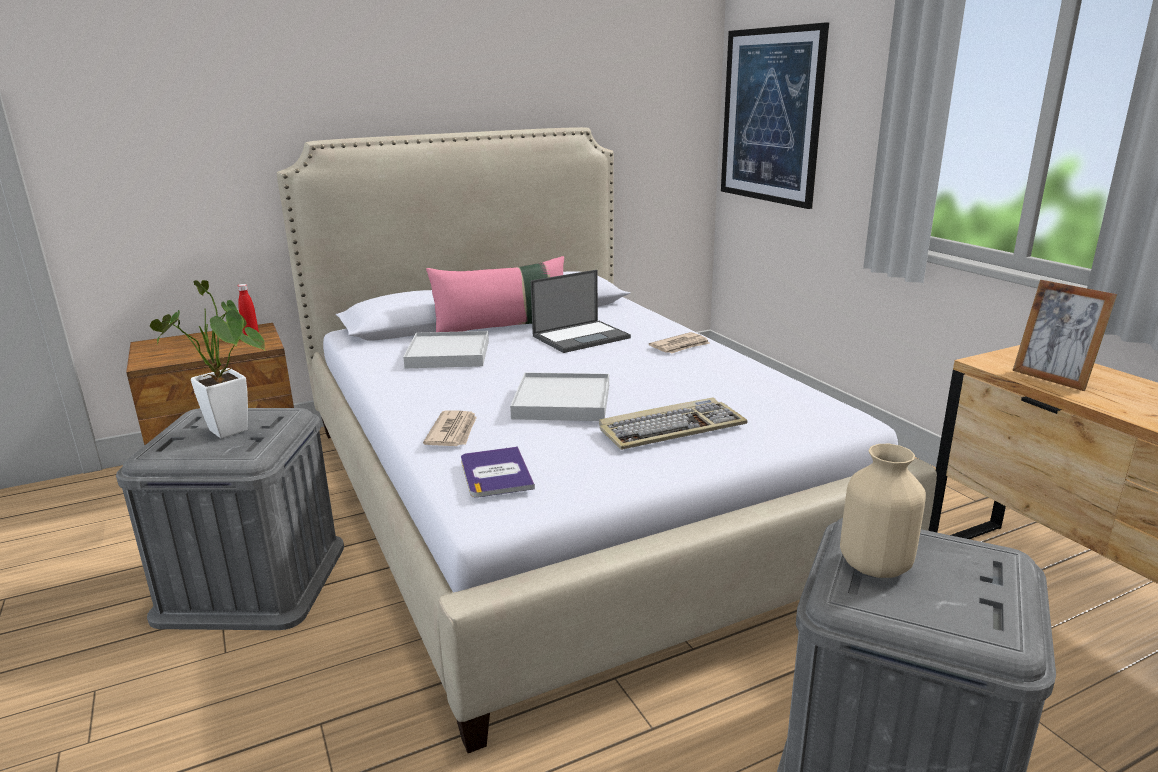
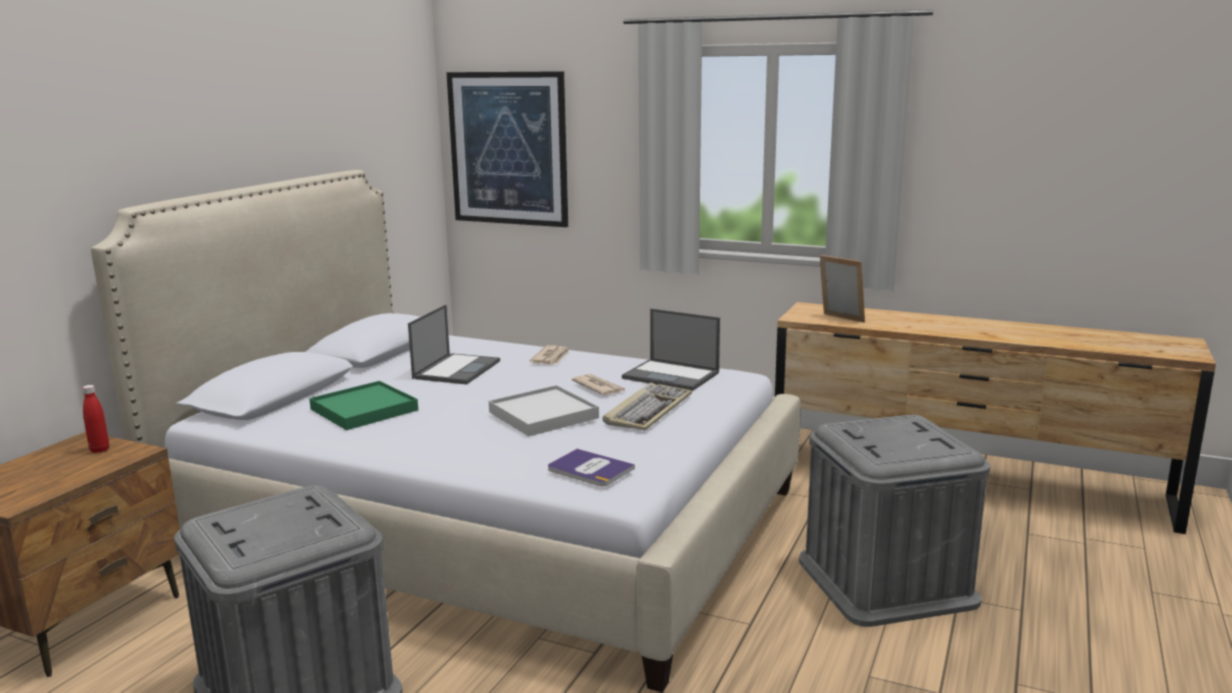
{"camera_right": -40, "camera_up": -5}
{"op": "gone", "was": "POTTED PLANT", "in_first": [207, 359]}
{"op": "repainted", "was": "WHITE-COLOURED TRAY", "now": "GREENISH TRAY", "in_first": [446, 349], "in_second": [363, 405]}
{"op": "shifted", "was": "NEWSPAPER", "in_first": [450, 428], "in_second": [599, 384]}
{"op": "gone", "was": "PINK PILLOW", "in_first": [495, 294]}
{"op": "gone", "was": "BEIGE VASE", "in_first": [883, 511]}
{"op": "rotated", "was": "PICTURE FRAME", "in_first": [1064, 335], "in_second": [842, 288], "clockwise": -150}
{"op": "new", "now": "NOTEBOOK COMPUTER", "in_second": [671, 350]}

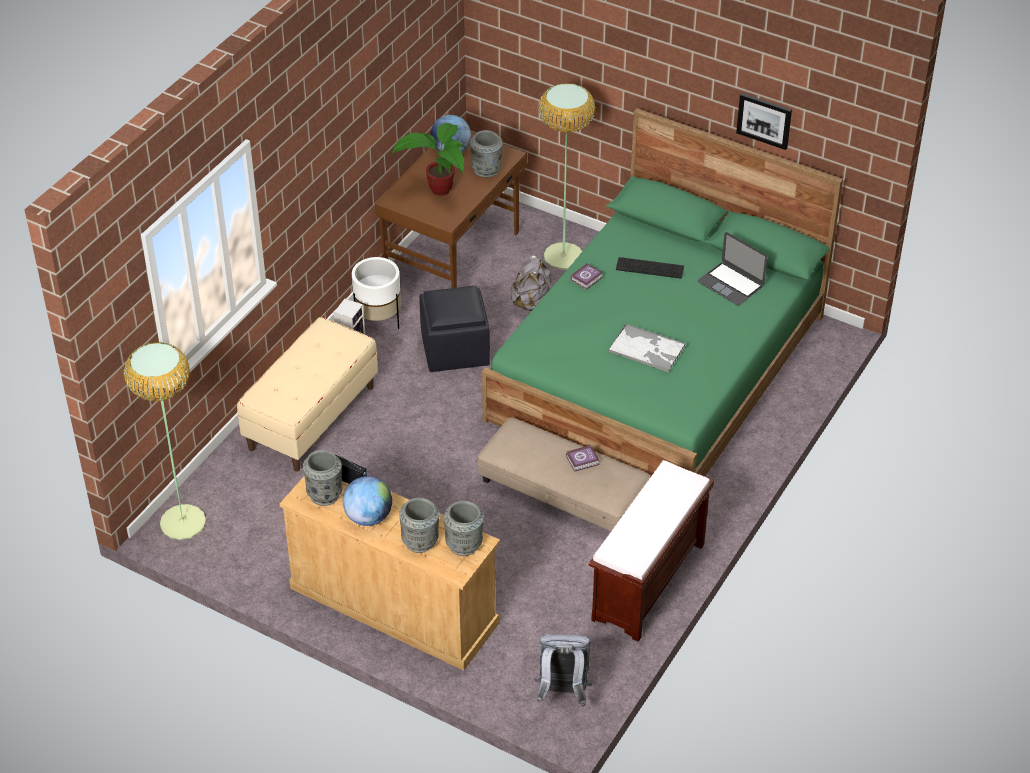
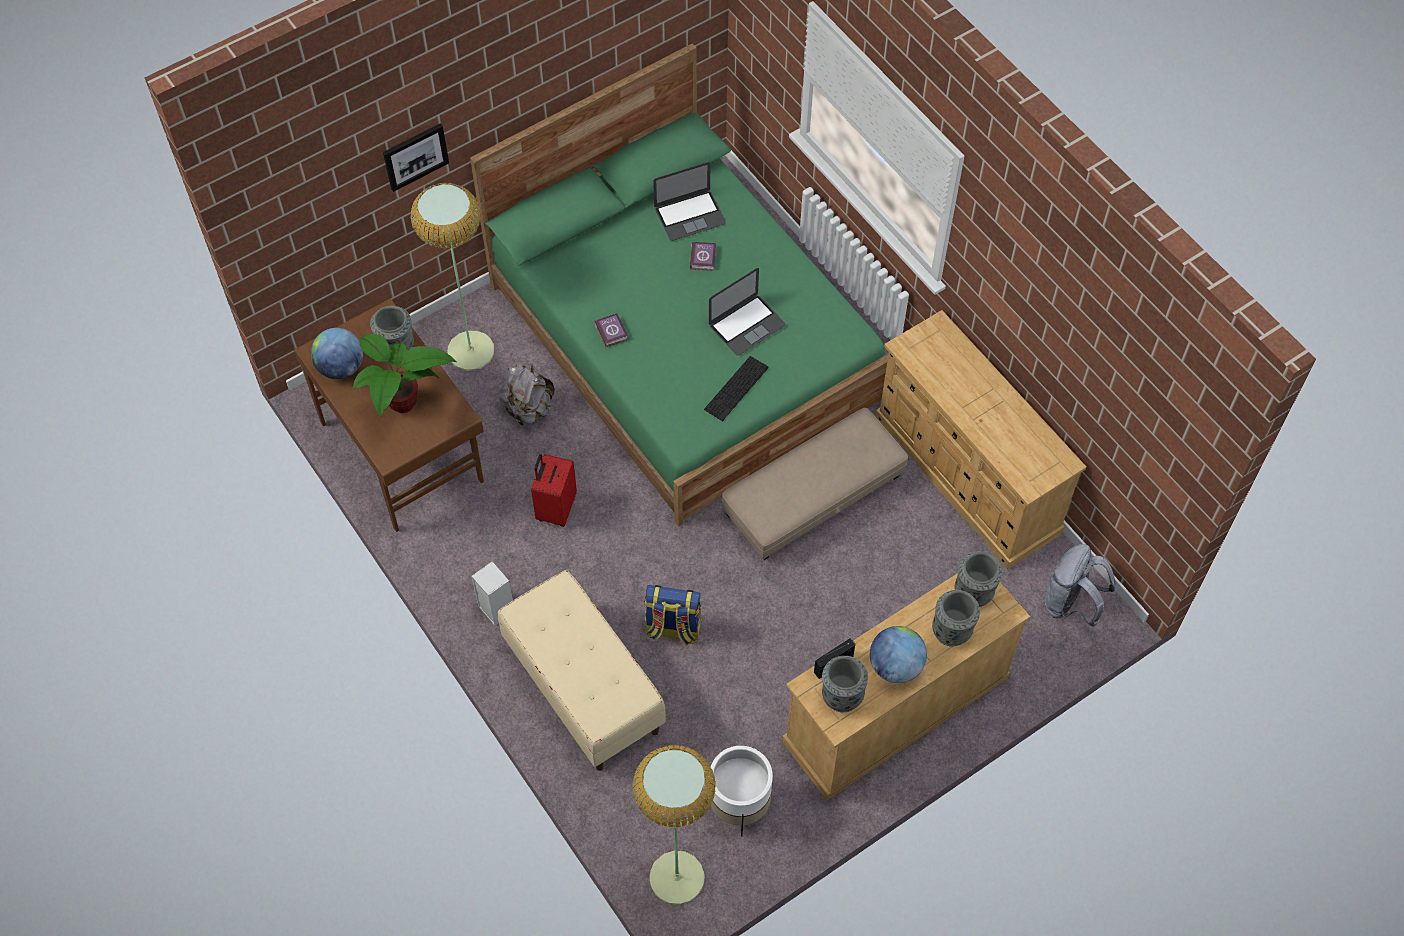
{"camera_right": -65, "camera_up": 15}
{"op": "shifted", "was": "WHITE-COLOURED PLANTER", "in_first": [376, 293], "in_second": [742, 791]}
{"op": "swapped", "was": "BLACKISH POUFFE", "now": "RED SUITCASE", "in_first": [455, 329], "in_second": [554, 490]}
{"op": "shifted", "was": "BOOK", "in_first": [582, 458], "in_second": [703, 256]}
{"op": "swapped", "was": "BROWN-COLOURED BENCH", "now": "BEIGE DRAWER CHEST", "in_first": [651, 551], "in_second": [980, 440]}
{"op": "swapped", "was": "TRAY", "now": "NOTEBOOK COMPUTER", "in_first": [647, 348], "in_second": [747, 312]}
{"op": "shifted", "was": "PC KEYBOARD", "in_first": [650, 268], "in_second": [736, 388]}
{"op": "shifted", "was": "WALL PICTURE", "in_first": [764, 121], "in_second": [416, 157]}
{"op": "new", "now": "KNAPSACK", "in_second": [673, 615]}

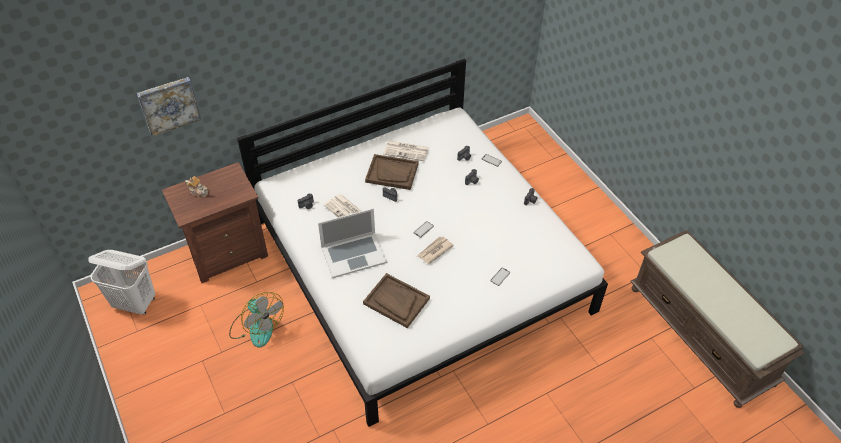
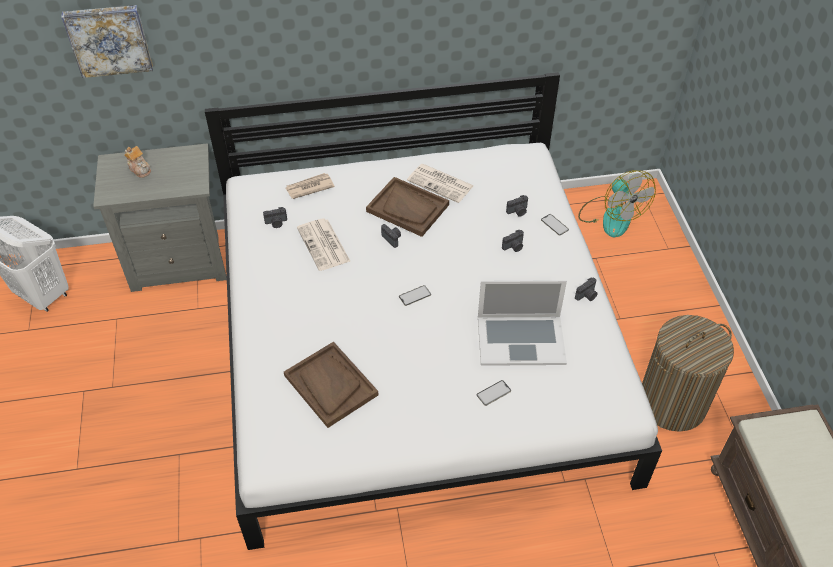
{"camera_right": 20, "camera_up": 0}
{"op": "repainted", "was": "BROWN-COLOURED NIGHTSTAND", "now": "GREYISH NIGHTSTAND", "in_first": [215, 222], "in_second": [160, 217]}
{"op": "shifted", "was": "FAN", "in_first": [256, 320], "in_second": [617, 204]}
{"op": "shifted", "was": "NOTEBOOK COMPUTER", "in_first": [352, 243], "in_second": [522, 323]}
{"op": "shifted", "was": "NEWSPAPER", "in_first": [435, 250], "in_second": [310, 186]}
{"op": "new", "now": "LAUNDRY BASKET", "in_second": [688, 373]}

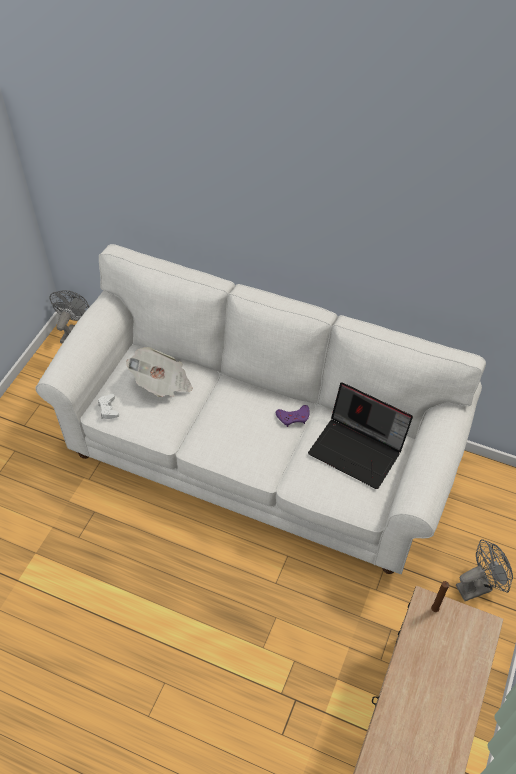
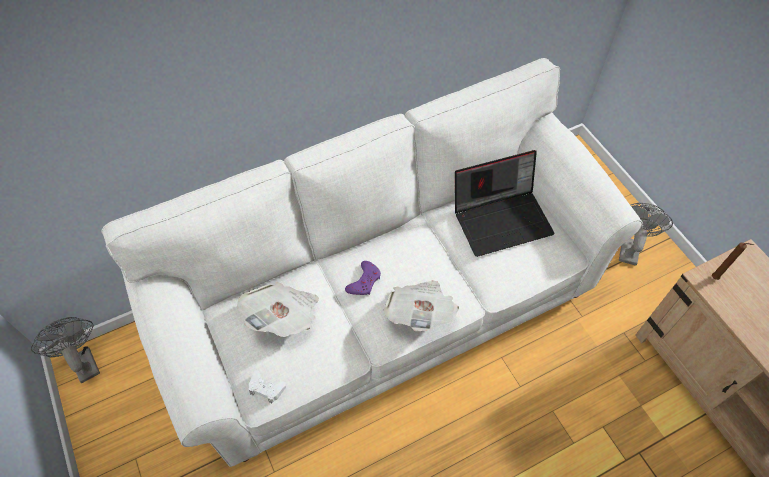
{"camera_right": -50, "camera_up": 5}
{"op": "shifted", "was": "PURPLE-COLOURED GAME CONTROLLER", "in_first": [293, 416], "in_second": [363, 278]}
{"op": "new", "now": "NEWSPAPER", "in_second": [421, 305]}

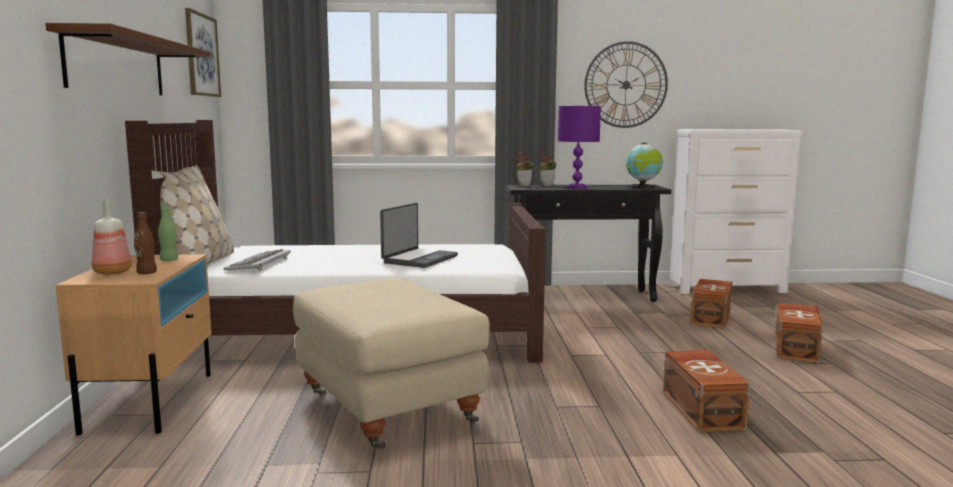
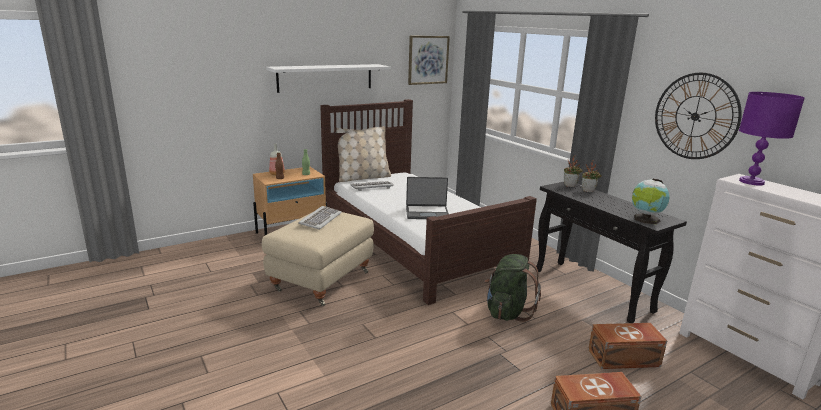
{"camera_right": 60, "camera_up": 10}
{"op": "repainted", "was": "BROWN-COLOURED WALL SHELF", "now": "WHITE-COLOURED WALL SHELF", "in_first": [127, 59], "in_second": [328, 78]}
{"op": "shifted", "was": "PURPLE-COLOURED TABLE LAMP", "in_first": [579, 147], "in_second": [772, 139]}
{"op": "gone", "was": "BROWN-COLOURED STORAGE CONTAINER", "in_first": [706, 391]}
{"op": "new", "now": "PC KEYBOARD", "in_second": [320, 218]}
{"op": "new", "now": "GREENISH KNAPSACK", "in_second": [512, 288]}

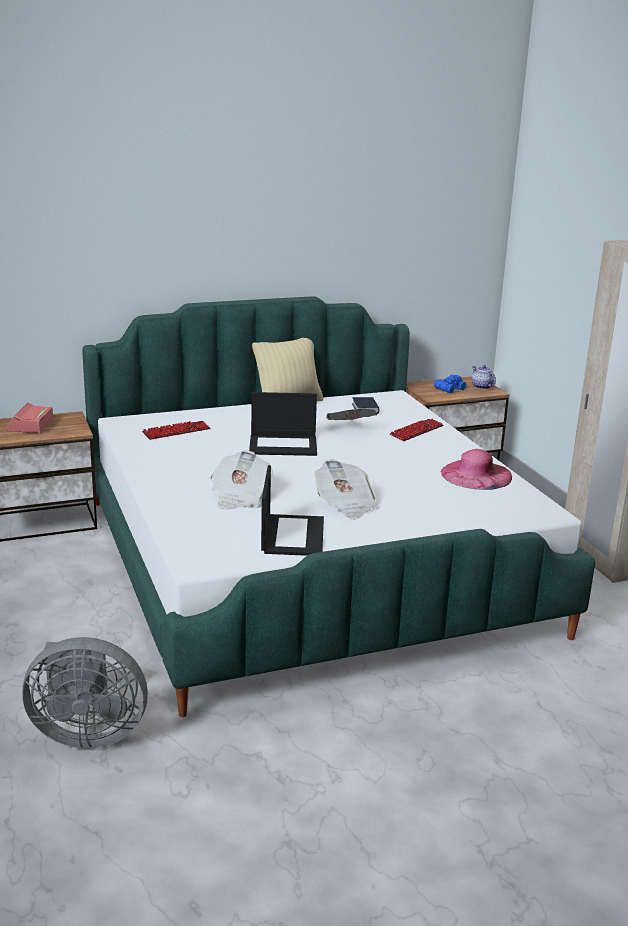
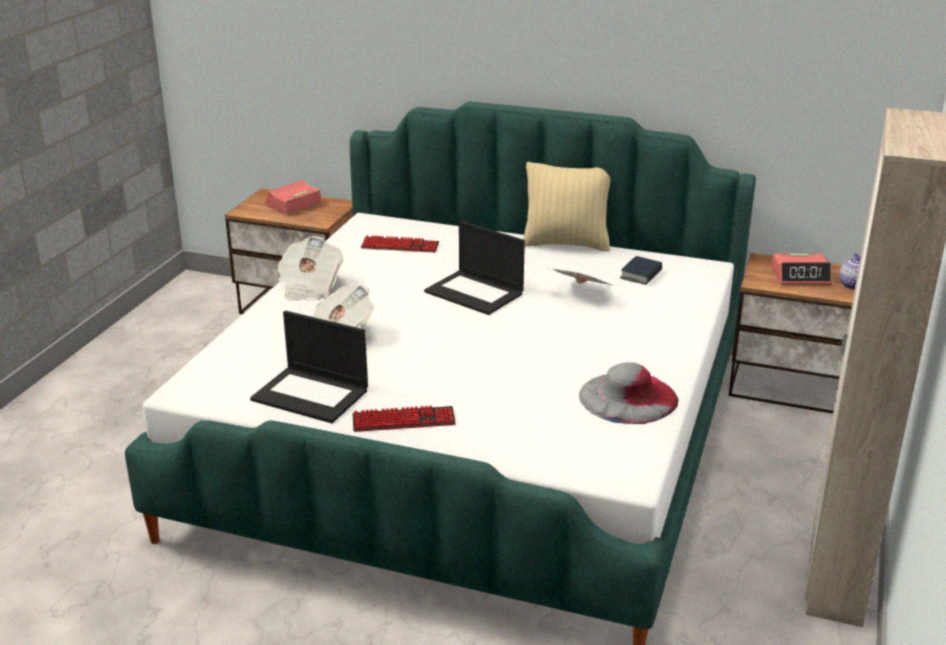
{"camera_right": 40, "camera_up": 5}
{"op": "gone", "was": "GREYISH FAN", "in_first": [85, 693]}
{"op": "rotated", "was": "NOTEBOOK COMPUTER", "in_first": [292, 510], "in_second": [309, 367], "clockwise": 75}
{"op": "shifted", "was": "NEWSPAPER", "in_first": [346, 489], "in_second": [310, 268]}
{"op": "shifted", "was": "PC KEYBOARD", "in_first": [416, 430], "in_second": [404, 418]}
{"op": "swapped", "was": "BLUE FIELD GLASSES", "now": "BEDSIDE CLOCK", "in_first": [450, 384], "in_second": [801, 269]}
{"op": "repainted", "was": "PINK CLOTHING HAT", "now": "GREYISH CLOTHING HAT", "in_first": [476, 469], "in_second": [628, 393]}

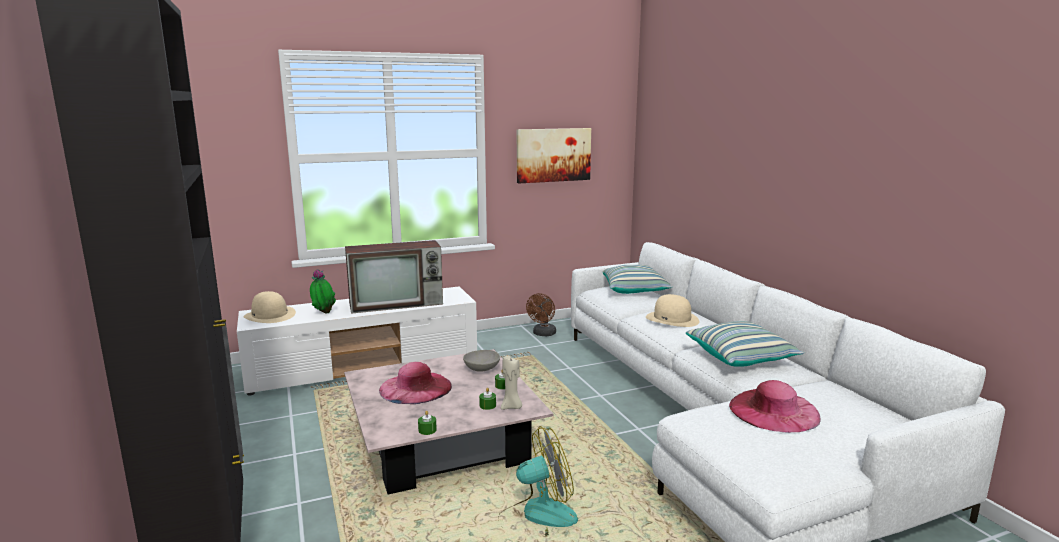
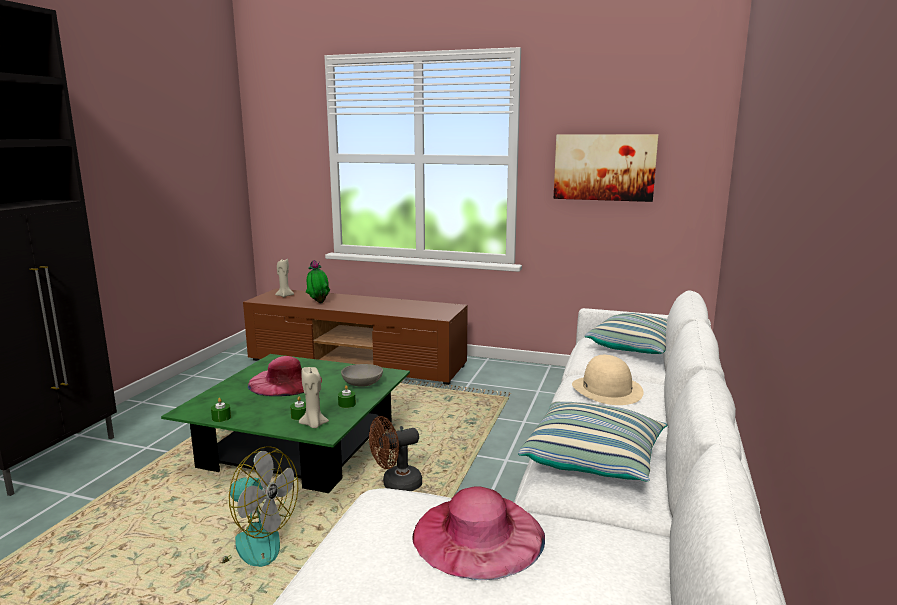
{"camera_right": 40, "camera_up": 0}
{"op": "repainted", "was": "WHITE-COLOURED TV STAND", "now": "BROWN-COLOURED TV STAND", "in_first": [357, 340], "in_second": [355, 336]}
{"op": "swapped", "was": "BEIGE CLOTHING HAT", "now": "BEIGE WAX LIGHT", "in_first": [269, 307], "in_second": [284, 278]}
{"op": "repainted", "was": "PINK LOUNGE TABLE", "now": "GREENISH LOUNGE TABLE", "in_first": [449, 421], "in_second": [285, 423]}
{"op": "gone", "was": "TV", "in_first": [394, 277]}
{"op": "shifted", "was": "BROWN-COLOURED FAN", "in_first": [541, 314], "in_second": [395, 453]}

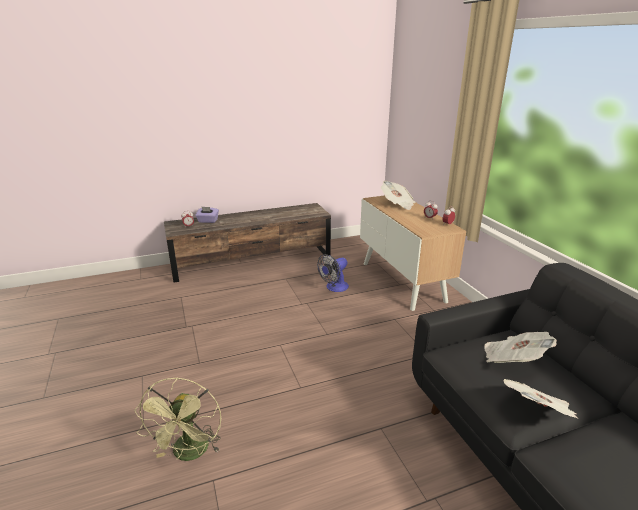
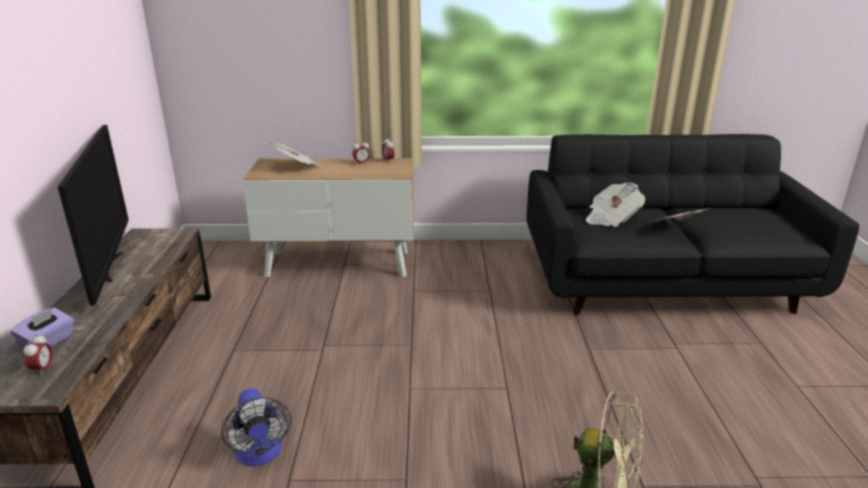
{"camera_right": -70, "camera_up": 0}
{"op": "shifted", "was": "FAN", "in_first": [333, 273], "in_second": [256, 427]}
{"op": "new", "now": "TV", "in_second": [93, 215]}

